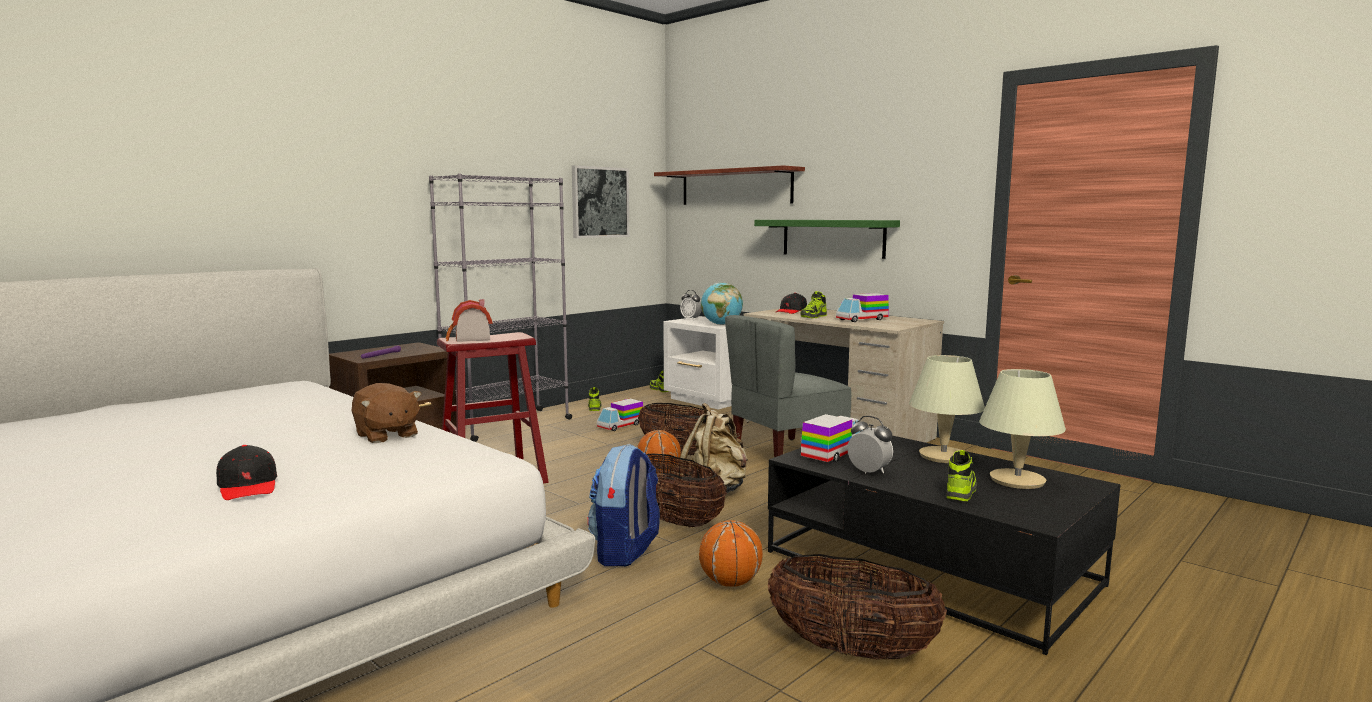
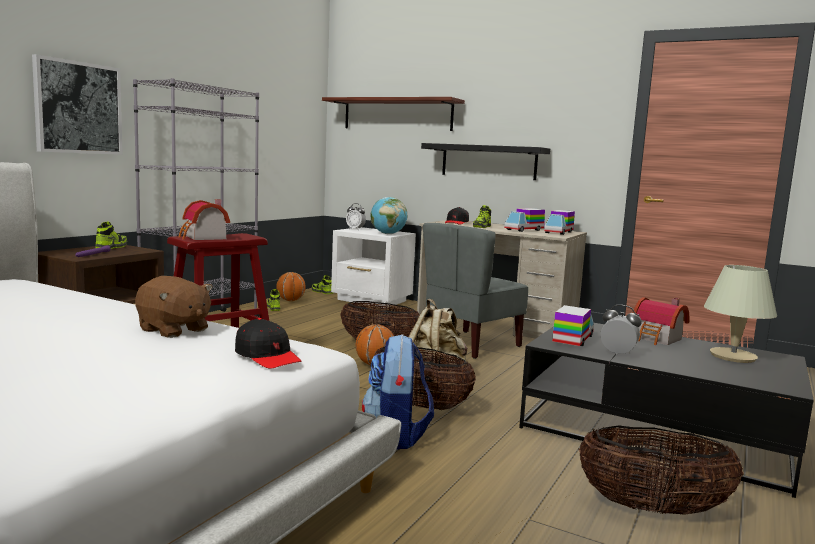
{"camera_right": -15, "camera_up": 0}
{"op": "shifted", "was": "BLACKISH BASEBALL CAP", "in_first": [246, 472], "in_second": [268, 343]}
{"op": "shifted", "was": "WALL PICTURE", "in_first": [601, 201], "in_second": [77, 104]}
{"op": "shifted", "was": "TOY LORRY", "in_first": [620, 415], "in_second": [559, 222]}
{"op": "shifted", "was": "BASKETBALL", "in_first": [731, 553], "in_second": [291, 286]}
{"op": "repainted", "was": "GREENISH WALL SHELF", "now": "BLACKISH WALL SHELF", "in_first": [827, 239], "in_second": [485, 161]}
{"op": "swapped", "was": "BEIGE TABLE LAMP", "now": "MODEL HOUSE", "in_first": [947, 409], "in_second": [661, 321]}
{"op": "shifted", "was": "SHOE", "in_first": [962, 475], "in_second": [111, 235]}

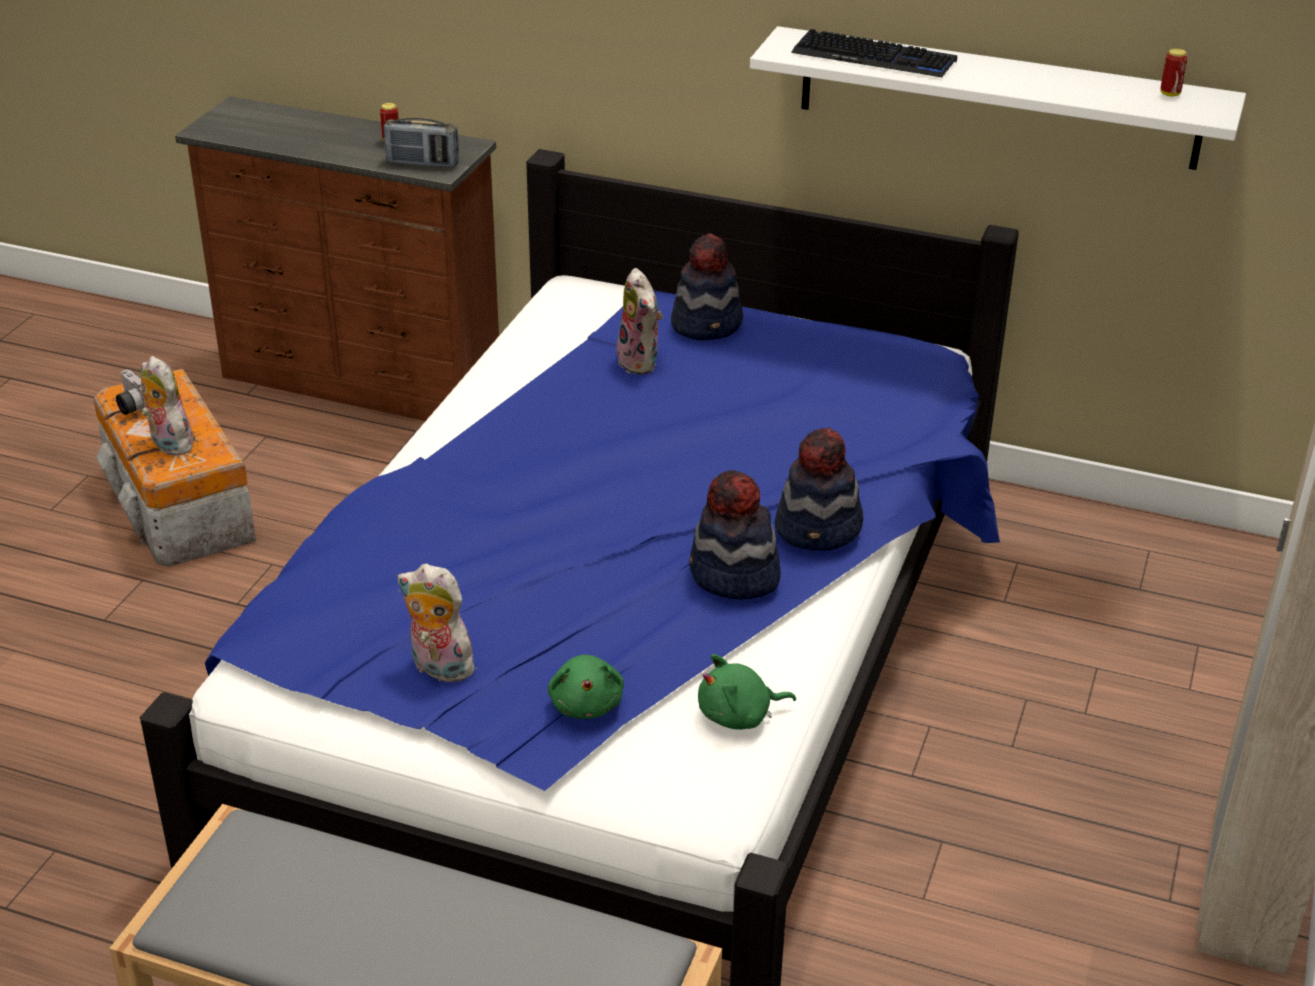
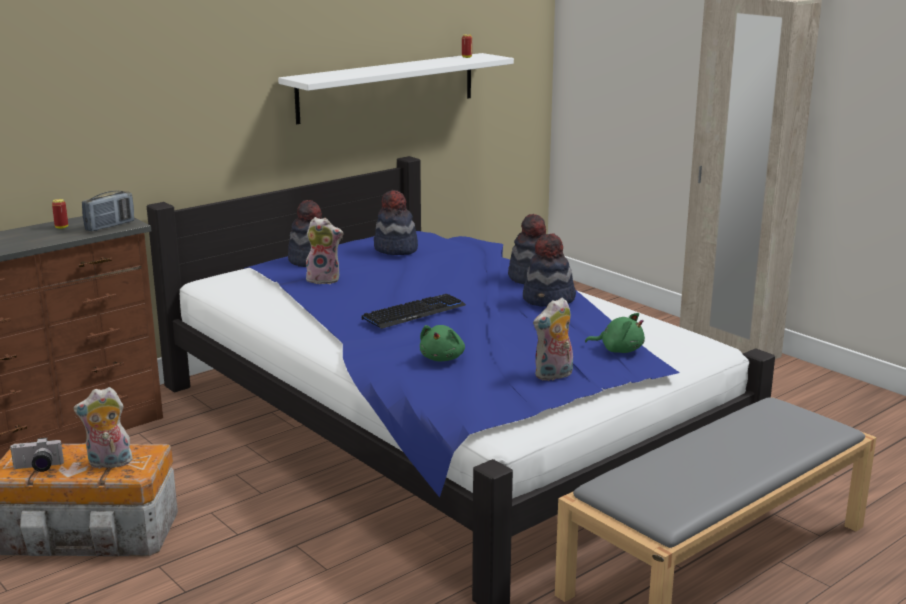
{"camera_right": -60, "camera_up": -15}
{"op": "shifted", "was": "GREENISH CUDDLY TOY", "in_first": [747, 692], "in_second": [442, 343]}
{"op": "shifted", "was": "PC KEYBOARD", "in_first": [874, 53], "in_second": [413, 311]}
{"op": "new", "now": "CLOTHING HAT", "in_second": [396, 222]}

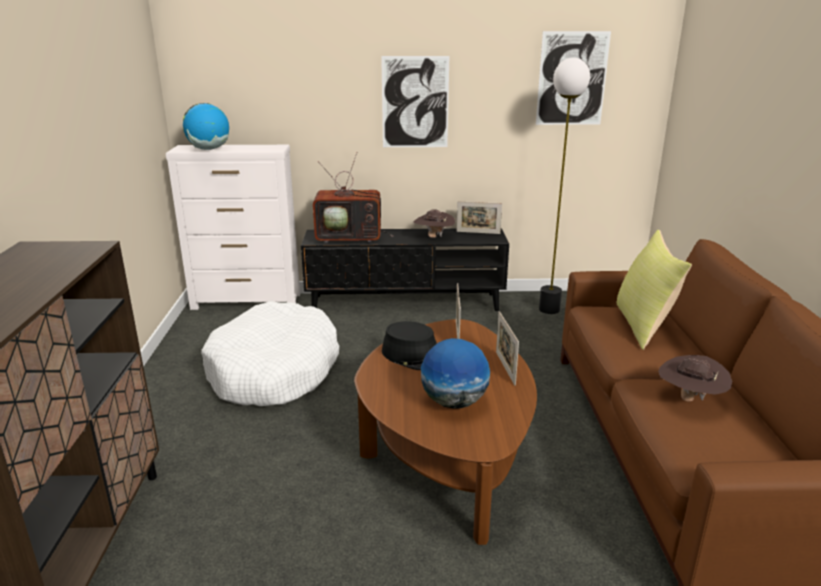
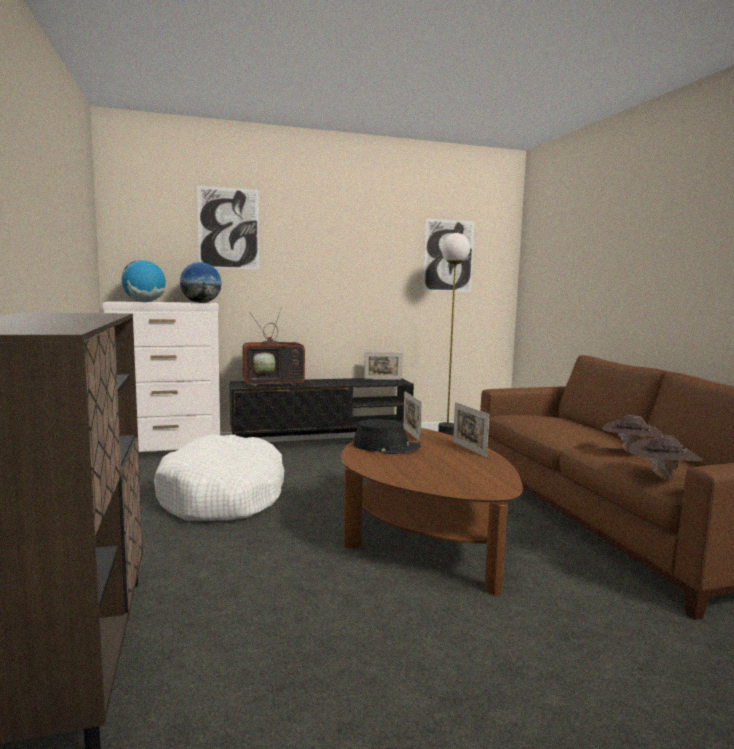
{"camera_right": -15, "camera_up": -15}
{"op": "shifted", "was": "WALL PICTURE", "in_first": [415, 101], "in_second": [228, 228]}
{"op": "shifted", "was": "BROWN-COLOURED CLOTHING HAT", "in_first": [434, 223], "in_second": [665, 457]}
{"op": "shifted", "was": "DESK GLOBE", "in_first": [455, 373], "in_second": [201, 282]}
{"op": "gone", "was": "YELLOW-COLOURED PILLOW", "in_first": [654, 290]}

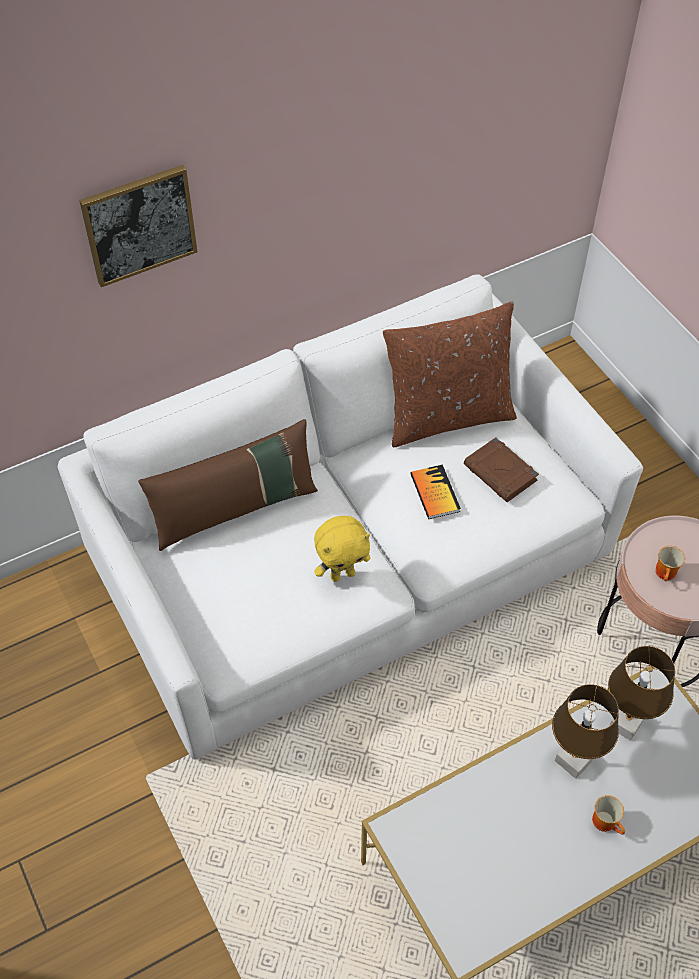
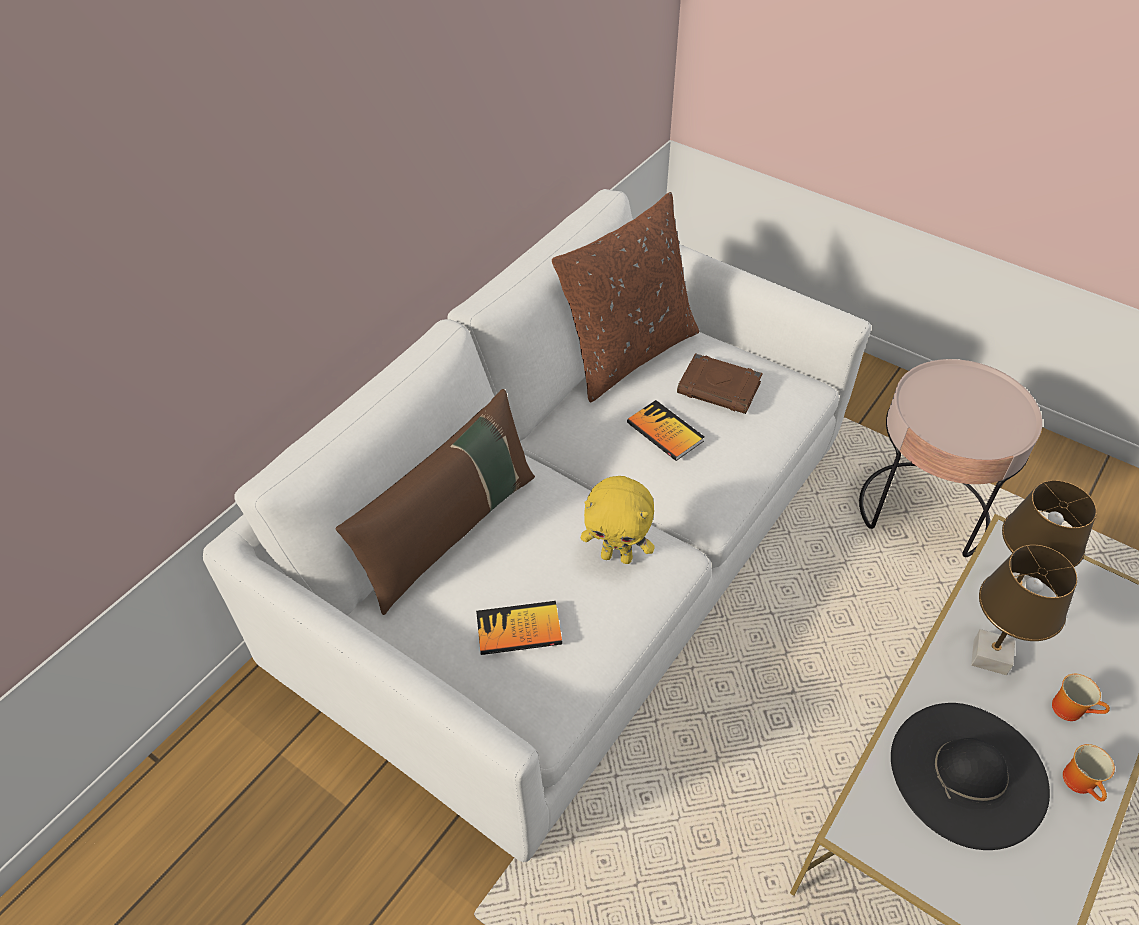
{"camera_right": -25, "camera_up": -5}
{"op": "gone", "was": "WALL PICTURE", "in_first": [138, 226]}
{"op": "rotated", "was": "YELLOW-COLOURED CUDDLY TOY", "in_first": [342, 549], "in_second": [618, 520], "clockwise": 60}
{"op": "shifted", "was": "TEA MUG", "in_first": [670, 563], "in_second": [1089, 772]}
{"op": "new", "now": "BOOK", "in_second": [519, 628]}
{"op": "new", "now": "BLACKISH CLOTHING HAT", "in_second": [970, 776]}

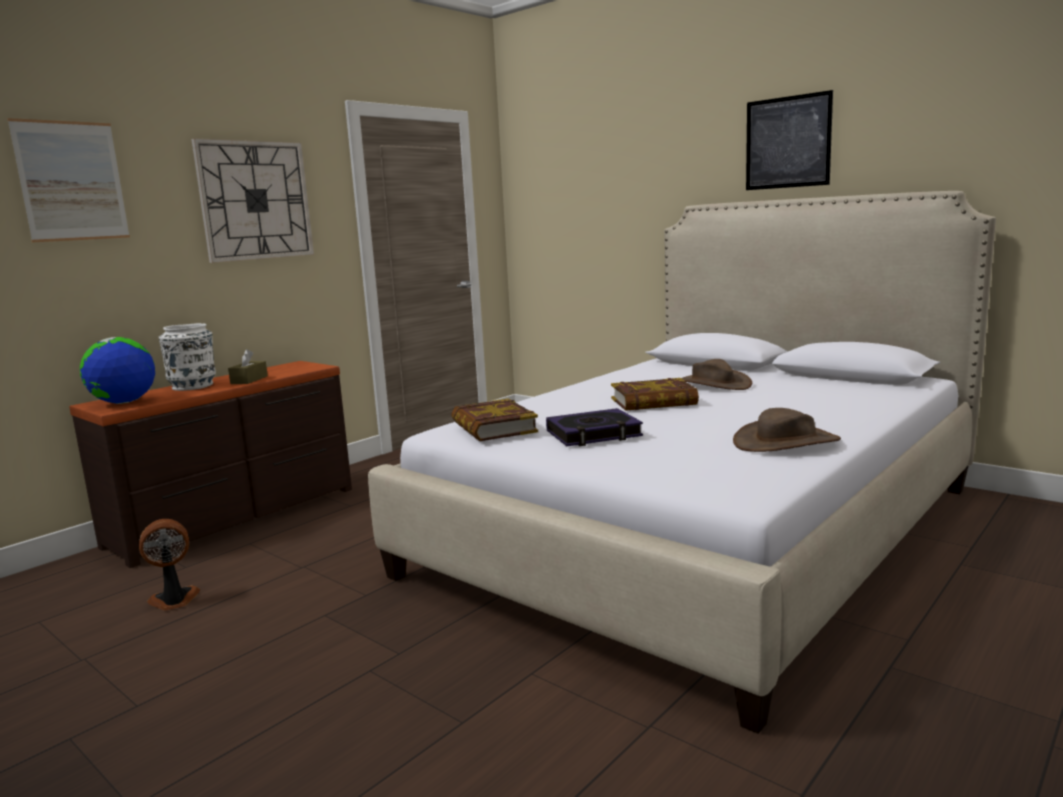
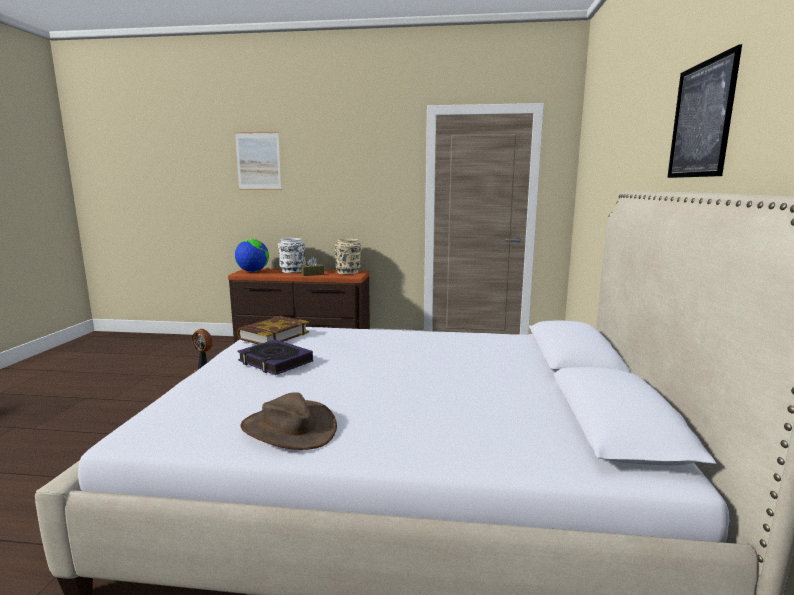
{"camera_right": 55, "camera_up": 0}
{"op": "gone", "was": "WALL CLOCK", "in_first": [252, 201]}
{"op": "gone", "was": "BOOK", "in_first": [655, 394]}
{"op": "gone", "was": "BROWN-COLOURED CLOTHING HAT", "in_first": [716, 374]}
{"op": "new", "now": "BEIGE VASE", "in_second": [347, 257]}

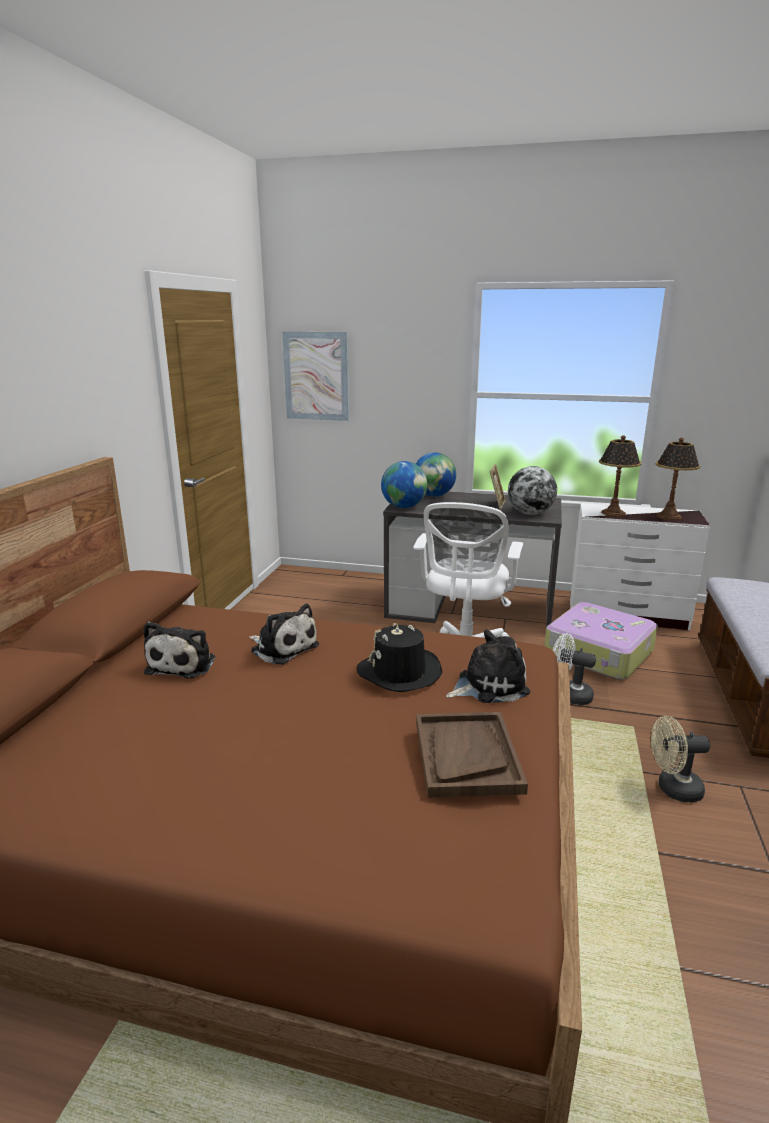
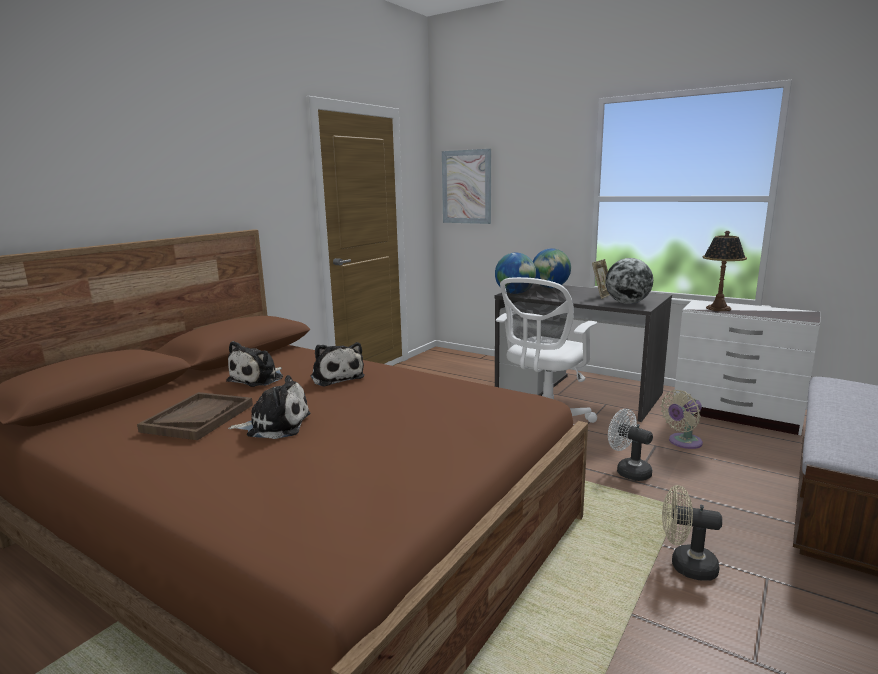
{"camera_right": 20, "camera_up": -5}
{"op": "gone", "was": "BLACKISH CLOTHING HAT", "in_first": [399, 657]}
{"op": "shifted", "was": "BROWN-COLOURED TRAY", "in_first": [472, 755], "in_second": [195, 416]}
{"op": "shifted", "was": "CUDDLY TOY", "in_first": [488, 666], "in_second": [269, 407]}
{"op": "swapped", "was": "SUITCASE", "now": "BEIGE FAN", "in_first": [601, 641], "in_second": [682, 419]}
{"op": "gone", "was": "TABLE LAMP", "in_first": [678, 479]}

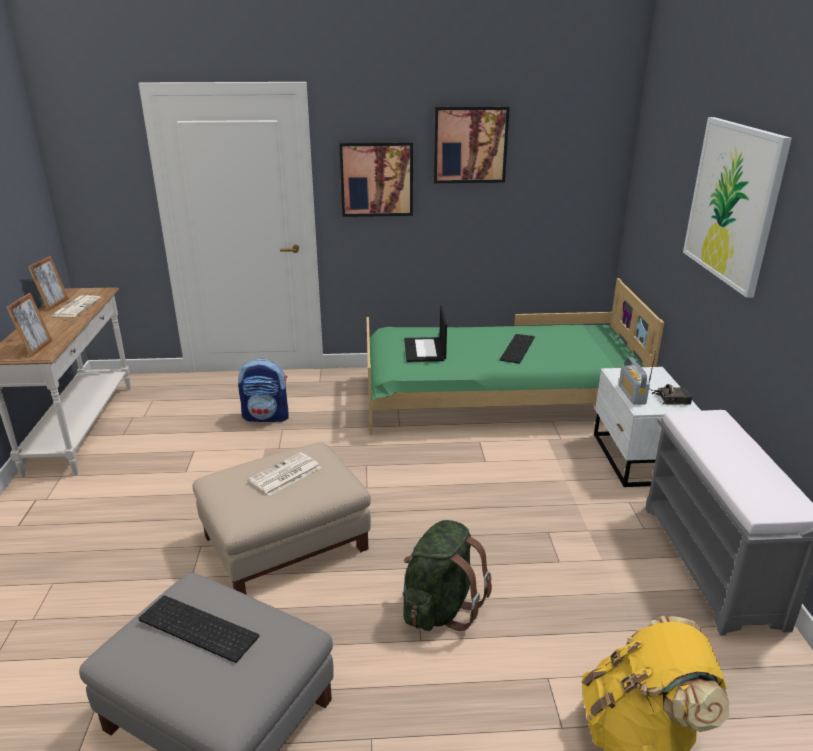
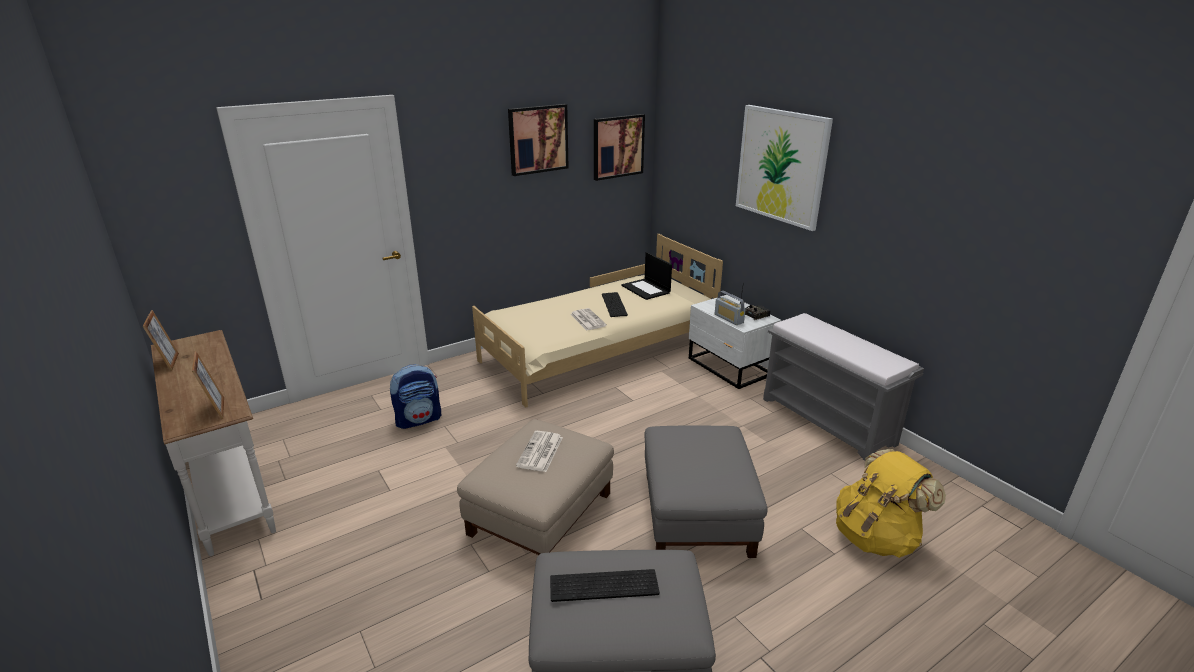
{"camera_right": -30, "camera_up": 0}
{"op": "shifted", "was": "NEWSPAPER", "in_first": [76, 306], "in_second": [588, 319]}
{"op": "shifted", "was": "WALL PICTURE", "in_first": [376, 179], "in_second": [619, 147]}
{"op": "repainted", "was": "GREENISH SLEEPING BED", "now": "BEIGE SLEEPING BED", "in_first": [515, 356], "in_second": [597, 321]}
{"op": "swapped", "was": "GREENISH KNAPSACK", "now": "GREYISH POUFFE", "in_first": [447, 575], "in_second": [706, 491]}
{"op": "shifted", "was": "NOTEBOOK COMPUTER", "in_first": [425, 333], "in_second": [646, 276]}

